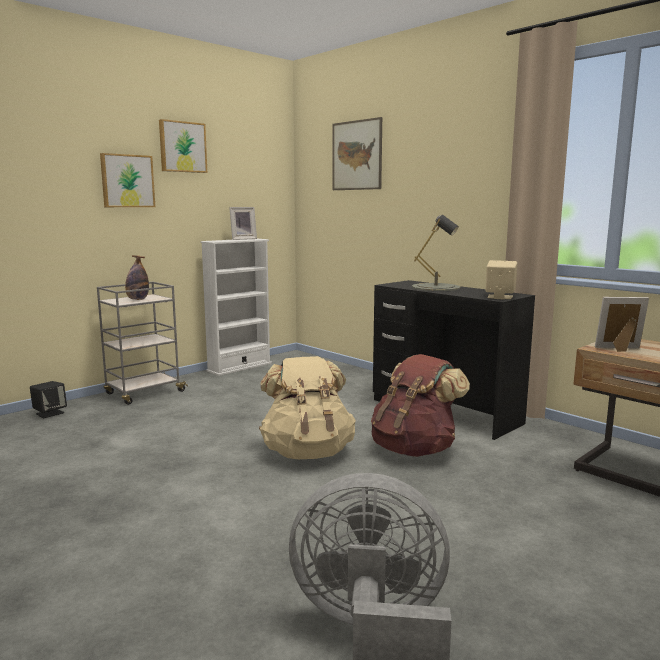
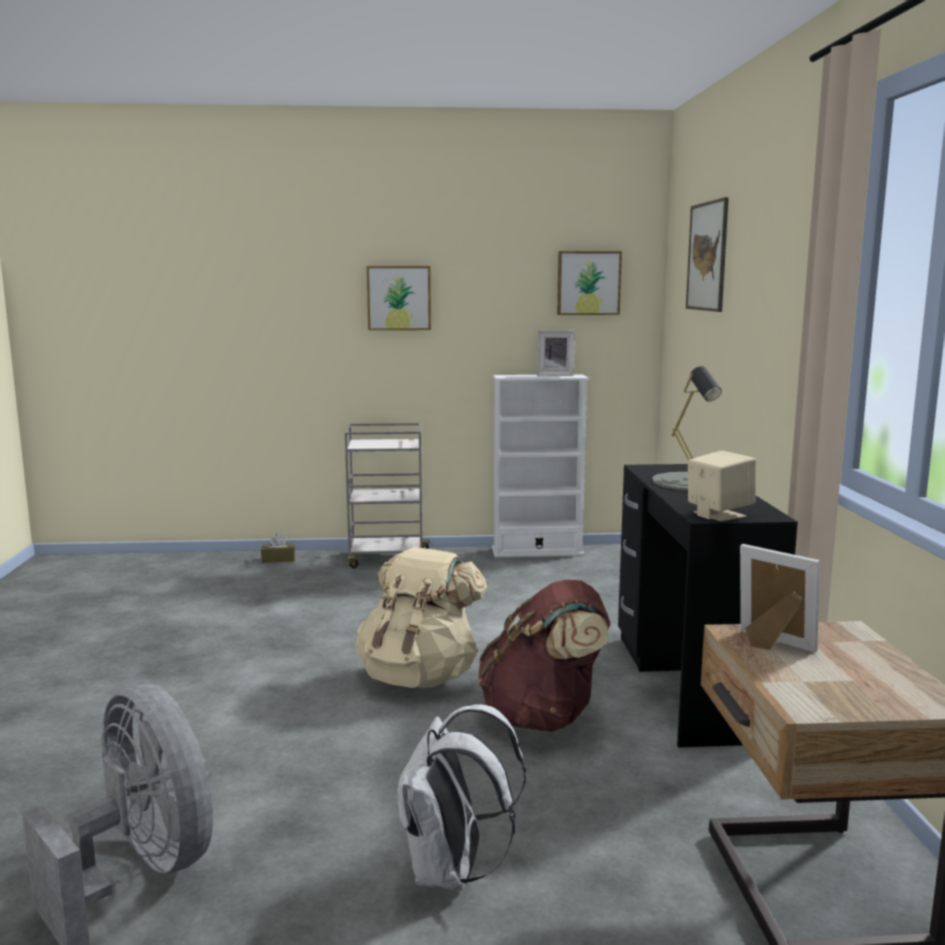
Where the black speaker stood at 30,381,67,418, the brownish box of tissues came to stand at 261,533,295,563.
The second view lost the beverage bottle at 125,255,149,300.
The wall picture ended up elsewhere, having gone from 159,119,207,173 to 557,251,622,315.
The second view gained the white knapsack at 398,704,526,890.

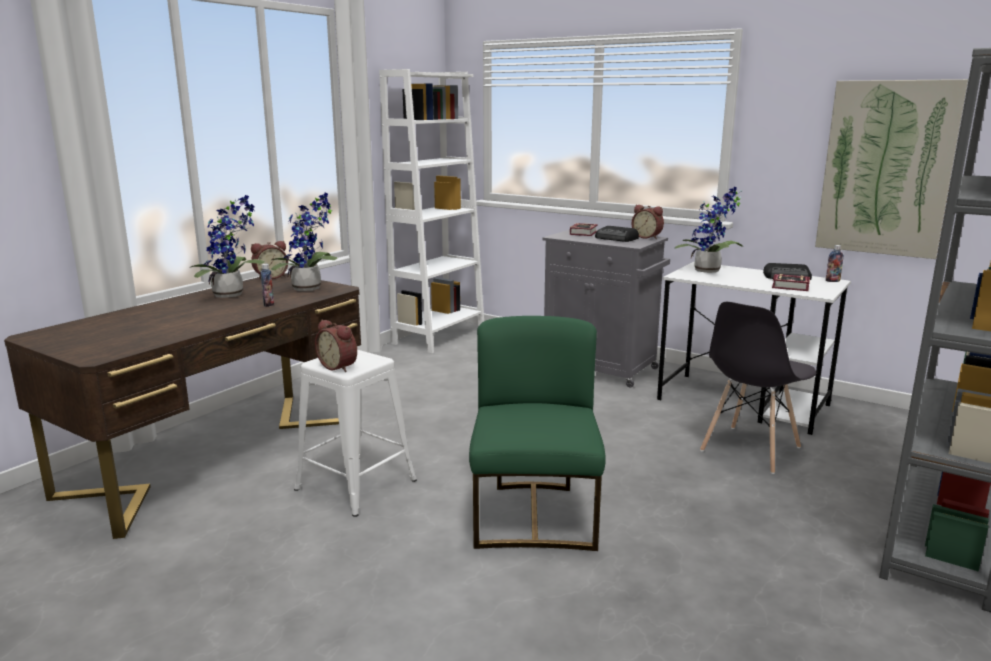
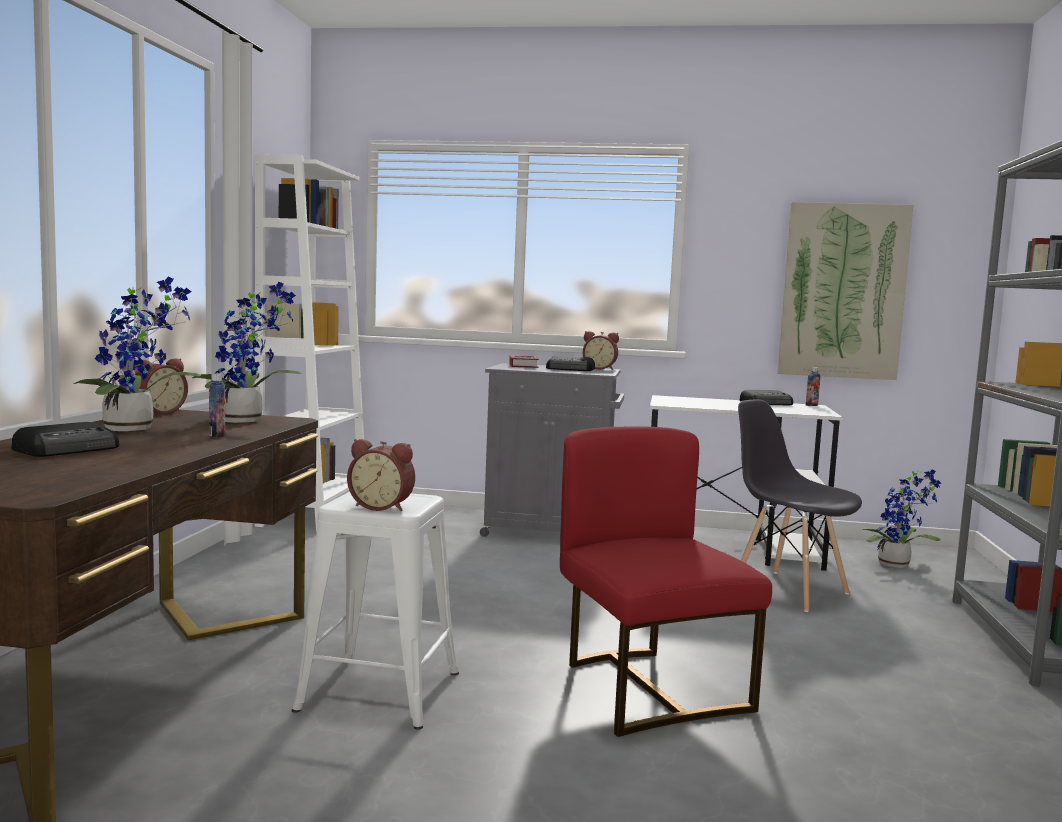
What was the green chair at 469,316,606,551 turned into the red-coloured chair at 560,426,772,737.
The potted plant ended up elsewhere, having gone from 674,186,743,273 to 863,469,941,568.
The gray chair at 700,302,816,474 ended up facing another way, 120 degrees clockwise from before.
The second view lost the book at 772,274,810,291.
The second view gained the radio at 12,422,119,457.

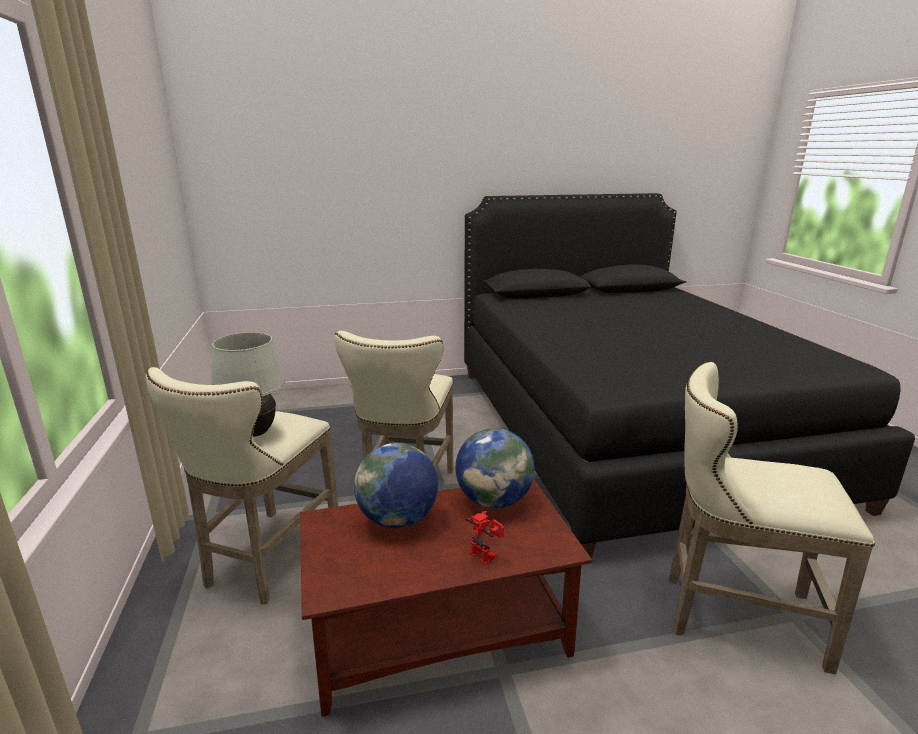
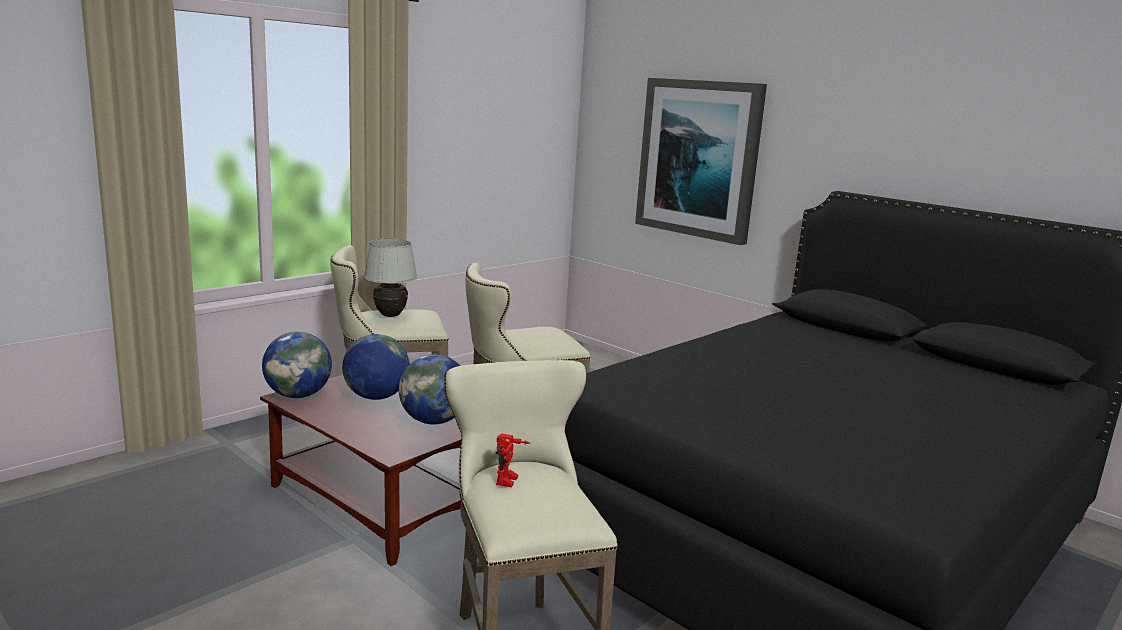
The toy robot ended up elsewhere, having gone from 466,511,504,565 to 496,433,530,488.
The second view gained the globe at 262,332,332,398.
The second view gained the wall picture at 635,78,767,245.

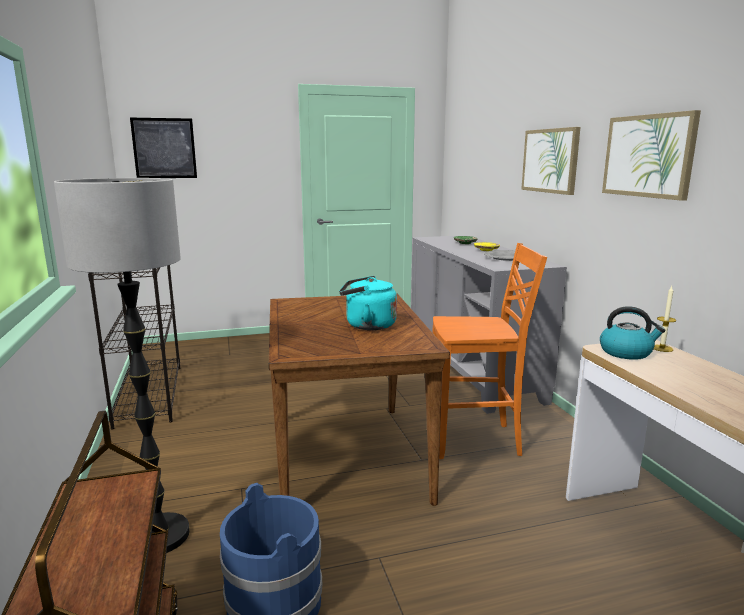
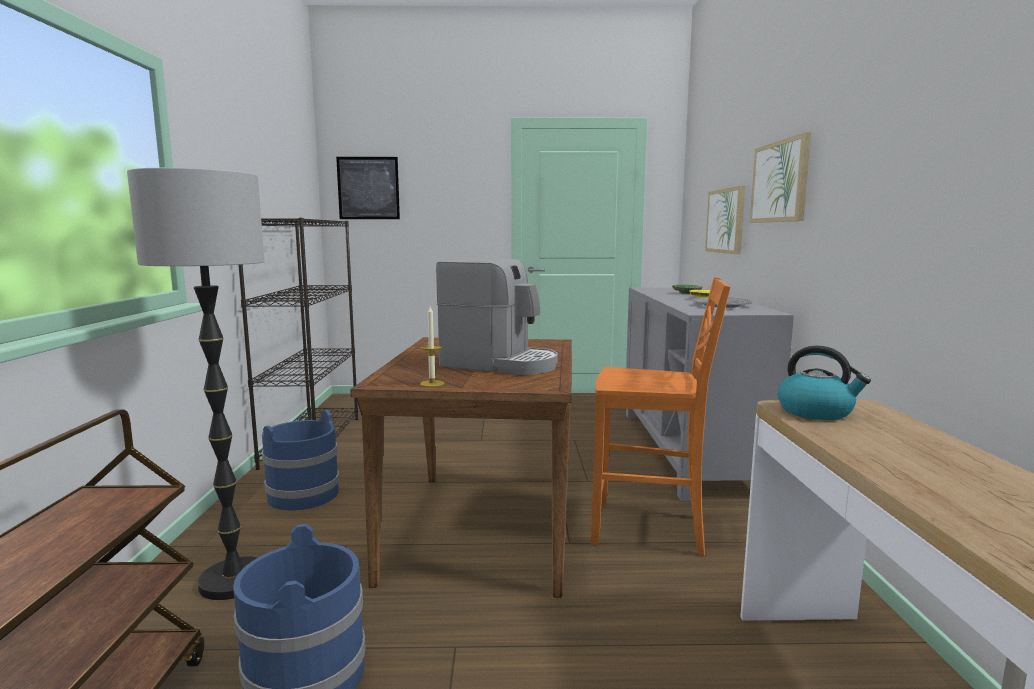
Where the blue-green kettle stood at 339,276,397,330, the coffee machine came to stand at 436,259,558,375.
The wall picture ended up elsewhere, having gone from 602,110,701,201 to 705,186,745,254.
The candle ended up elsewhere, having gone from 654,286,676,352 to 420,307,444,387.
The second view gained the blue pail at 262,410,339,510.

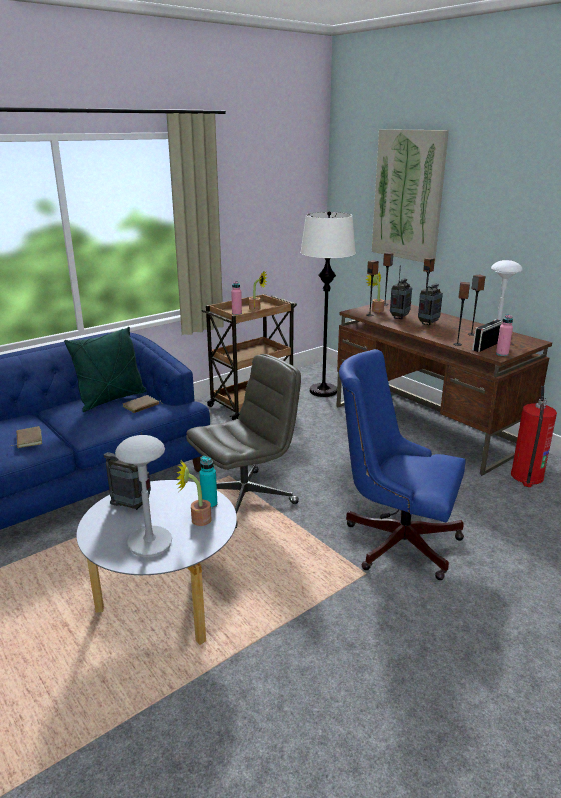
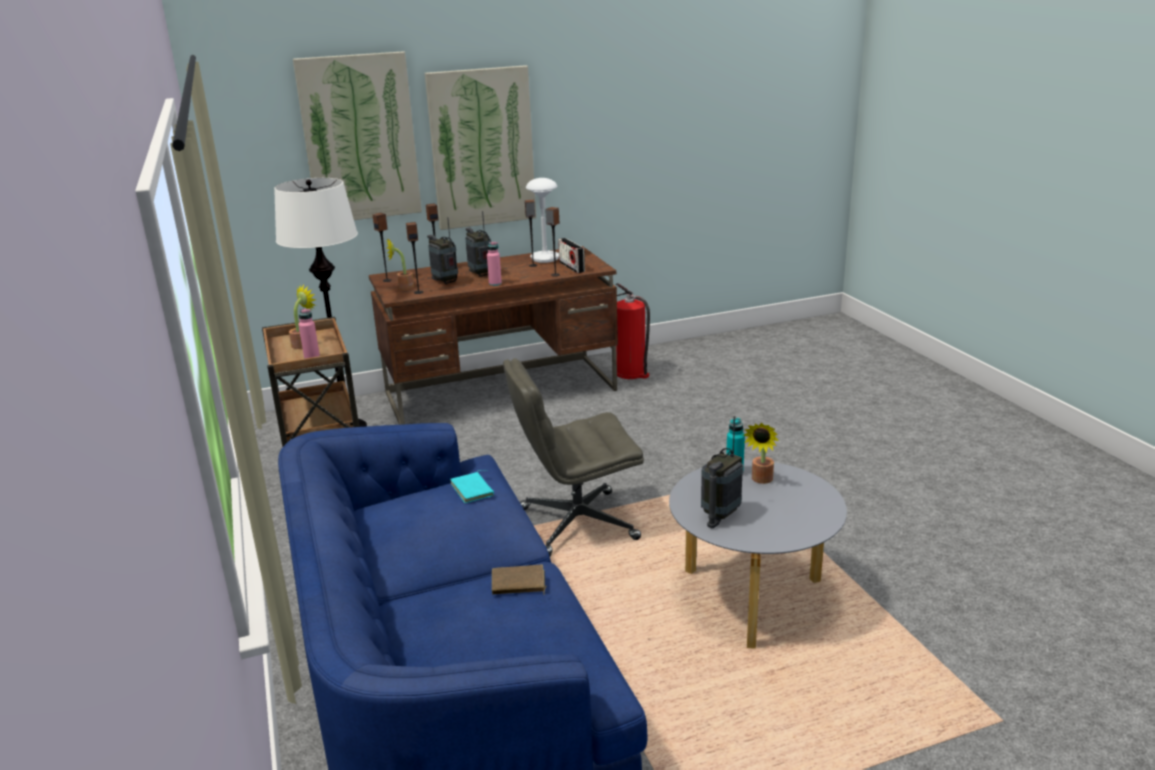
The second view lost the green cushion at 64,327,147,412.
The second view lost the gray lamp for a table at 115,435,172,558.
What was the brownish book at 123,395,163,413 turned into the blue-green book at 450,470,494,503.
The gray office chair at 186,354,301,529 ended up facing another way, 90 degrees counterclockwise from before.
The second view lost the blue office chair at 339,349,466,580.
The pink beverage bottle ended up elsewhere, having gone from 496,315,513,356 to 487,242,502,286.
The second view gained the wall picture at 425,65,536,230.

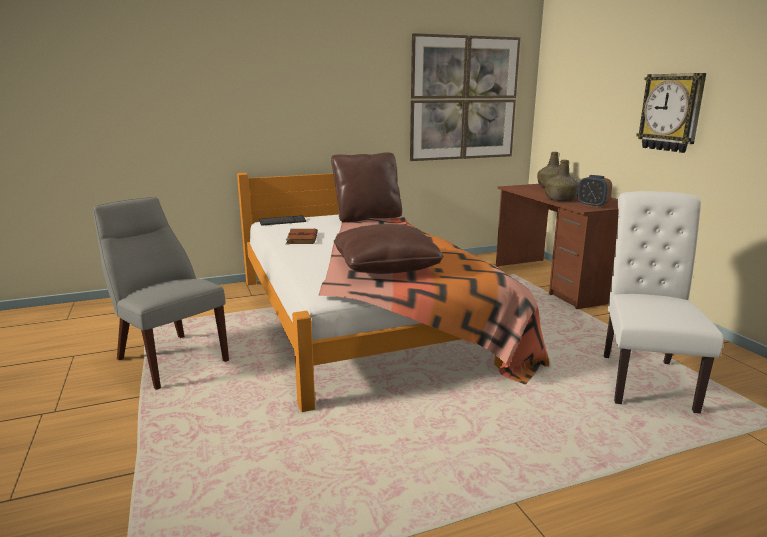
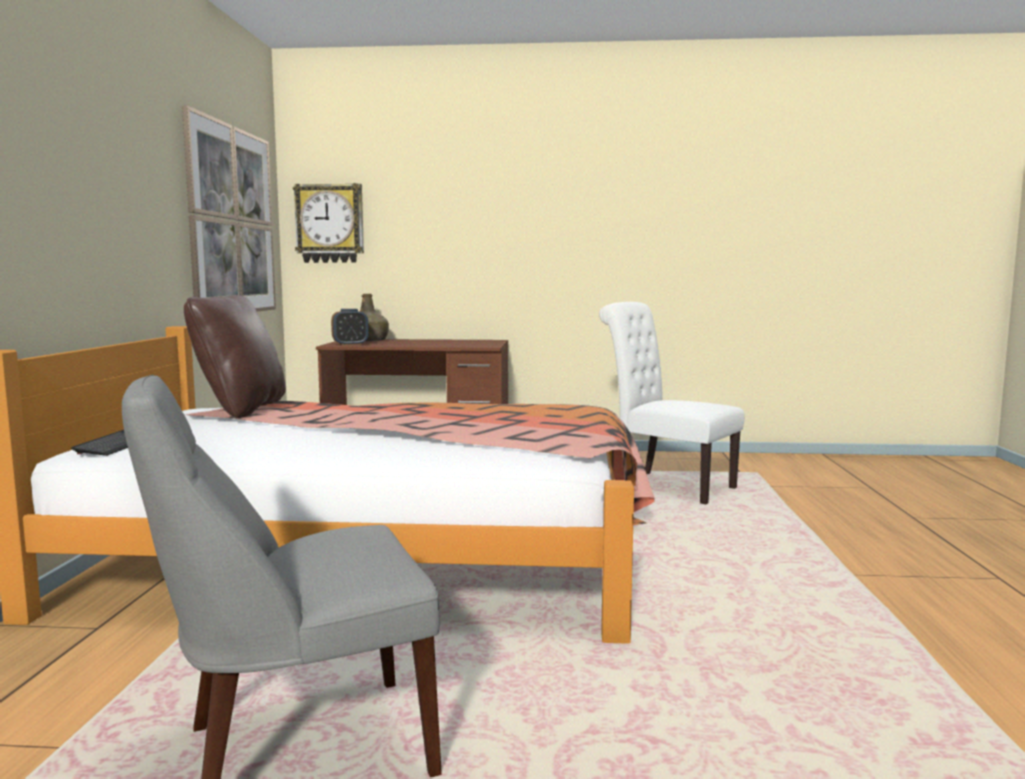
The second view lost the brownish book at 286,229,318,245.
The second view lost the brownish cushion at 334,224,444,274.
The second view lost the green beverage bottle at 545,160,579,201.
The table clock ended up elsewhere, having gone from 578,175,612,208 to 331,309,369,346.
The clock on the wall ended up elsewhere, having gone from 636,73,706,153 to 293,183,364,263.

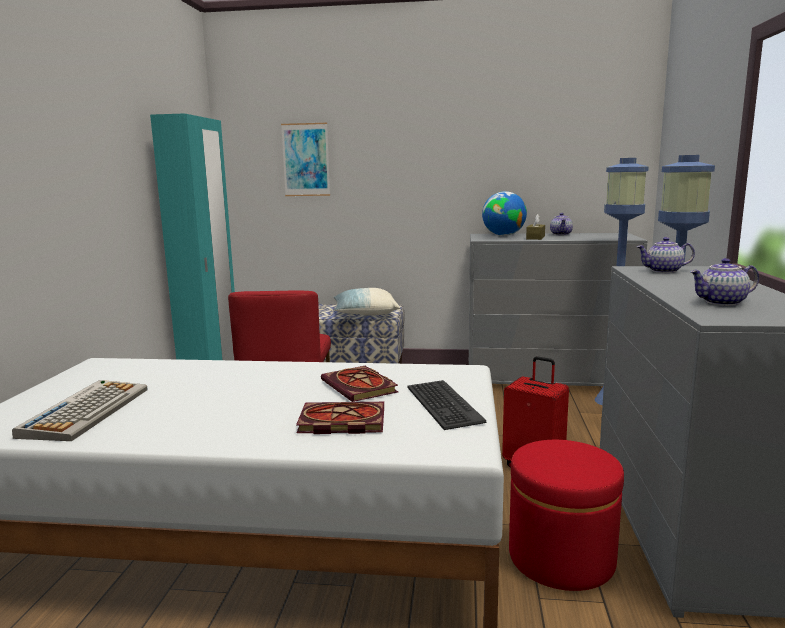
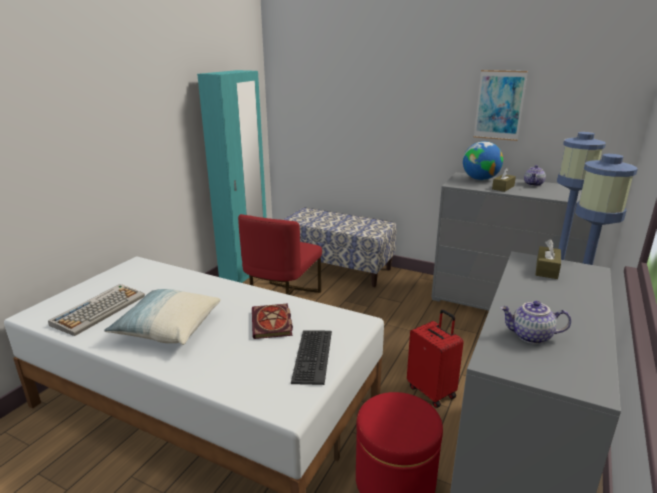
The wall picture ended up elsewhere, having gone from 281,123,330,196 to 474,70,528,141.
The second view lost the book at 296,402,384,434.
The cushion ended up elsewhere, having gone from 333,288,400,316 to 104,289,221,345.
Where the teapot stood at 637,237,695,273, the brownish box of tissues came to stand at 535,239,561,279.

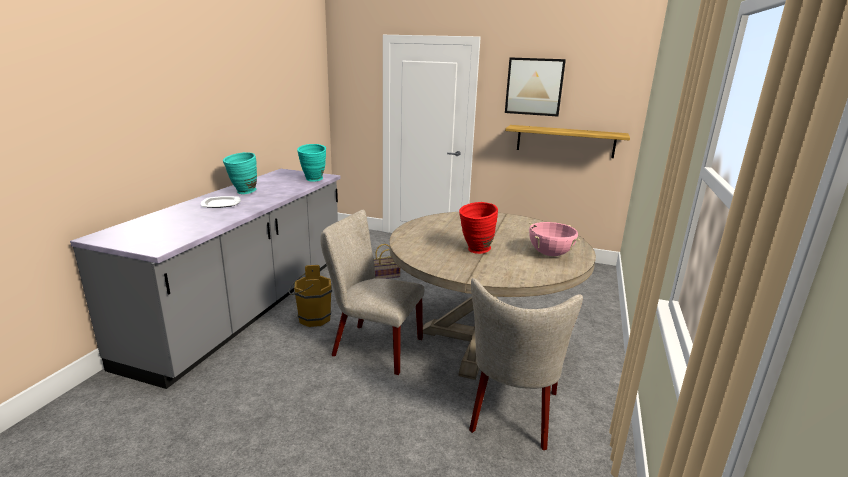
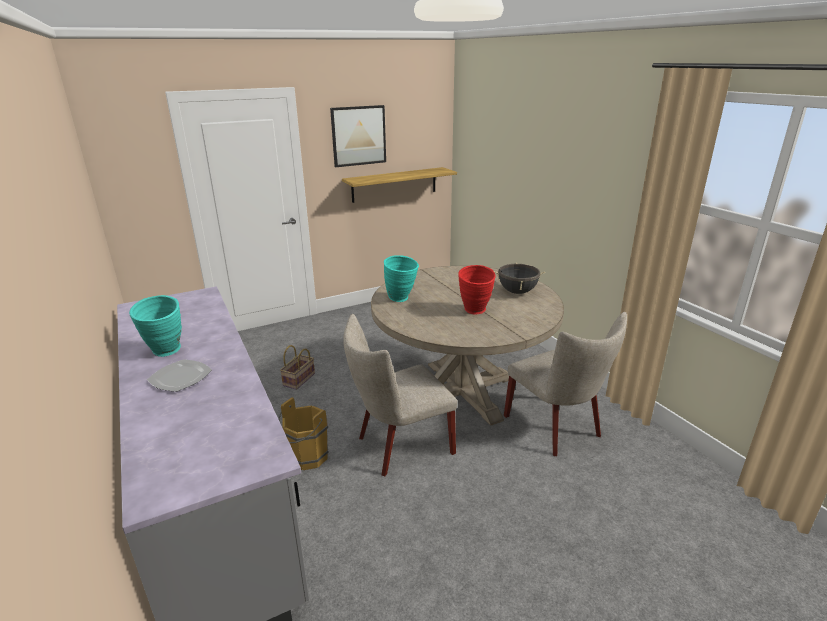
The blue-green decorative vase ended up elsewhere, having gone from 297,144,326,182 to 384,255,419,302.
What was the pink stockpot at 529,222,580,256 turned into the black stockpot at 494,262,545,294.

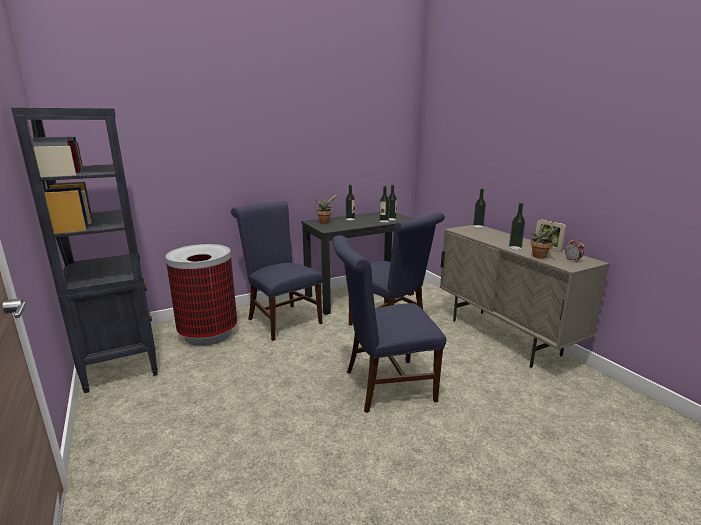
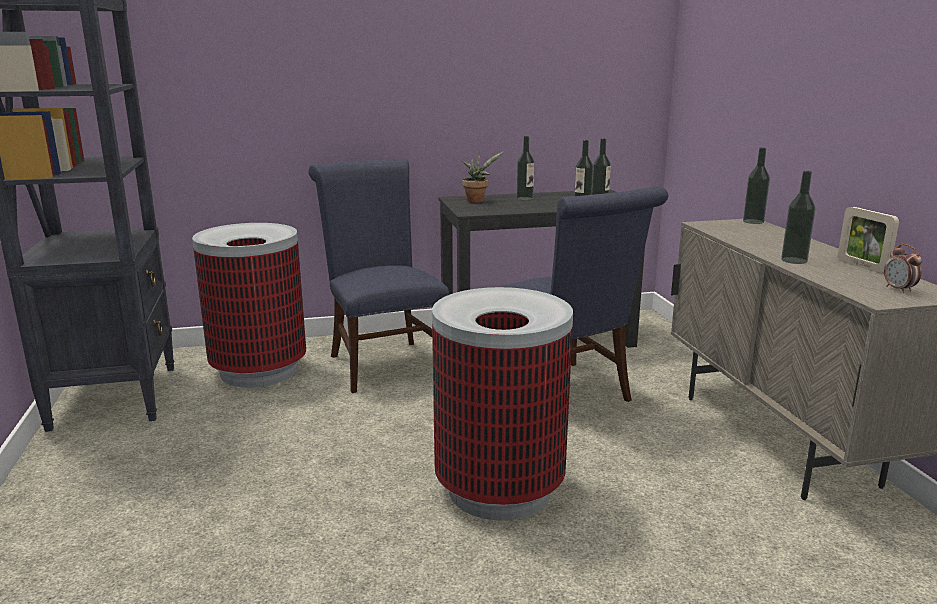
Where the blue chair stood at 332,235,446,413, the waste bin came to stand at 432,287,573,520.
The second view lost the potted plant at 531,222,559,259.

